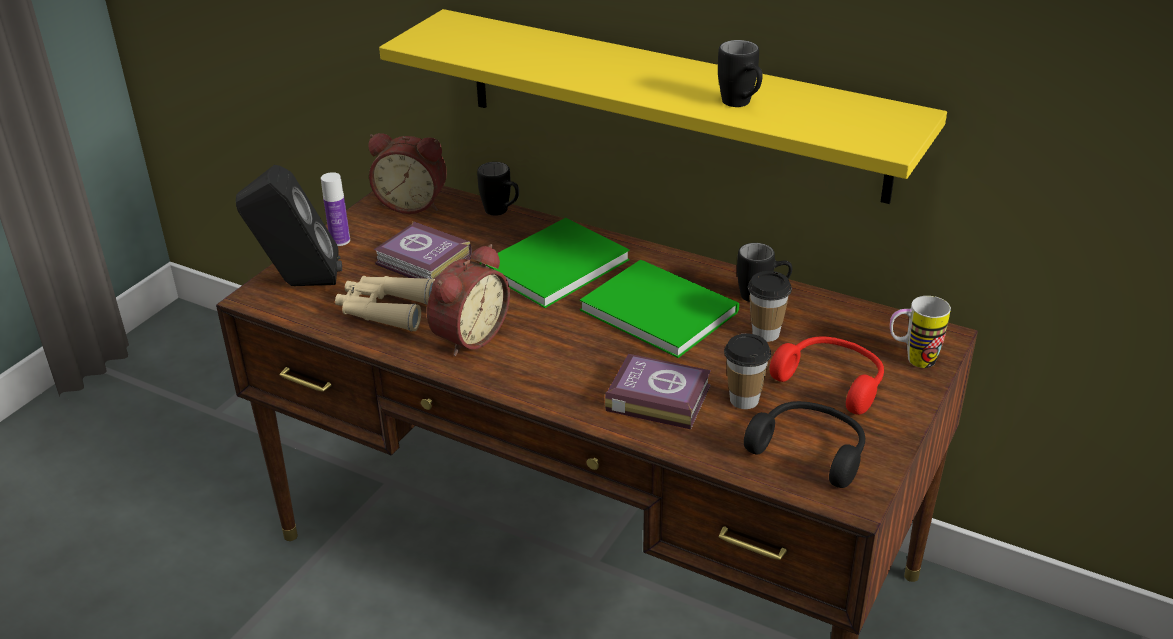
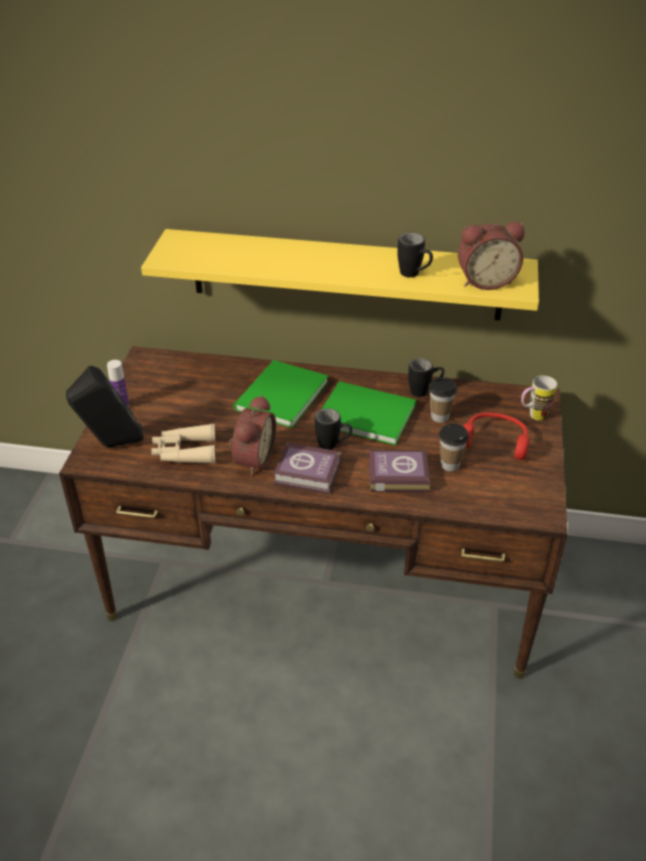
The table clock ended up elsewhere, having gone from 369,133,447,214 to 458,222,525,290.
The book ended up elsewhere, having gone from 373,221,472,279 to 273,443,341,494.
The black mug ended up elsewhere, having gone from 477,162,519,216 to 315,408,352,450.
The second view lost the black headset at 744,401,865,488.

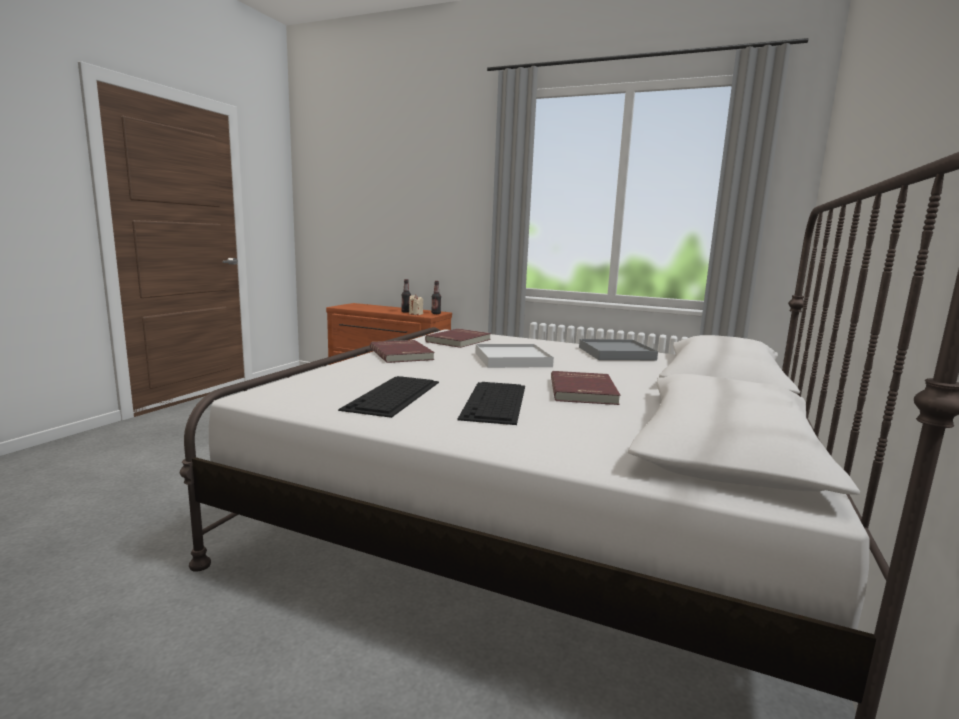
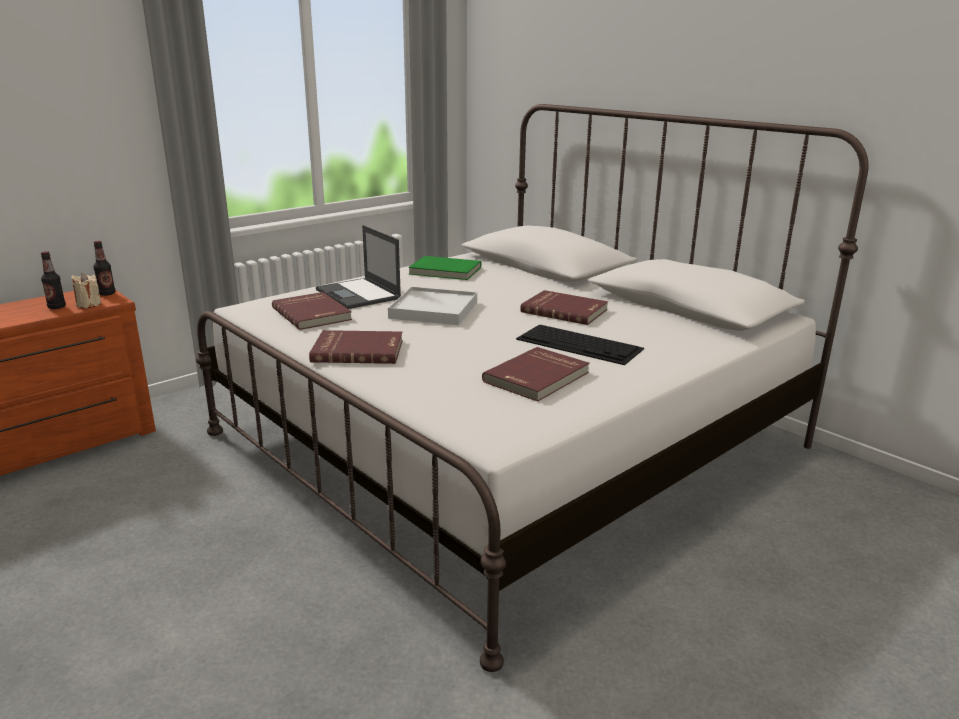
Where the computer keyboard stood at 338,376,439,418, the red-coloured book came to stand at 482,347,590,402.
Where the gray carrying tray stood at 579,339,658,360, the green book came to stand at 408,256,481,280.
The second view gained the laptop at 316,225,401,309.

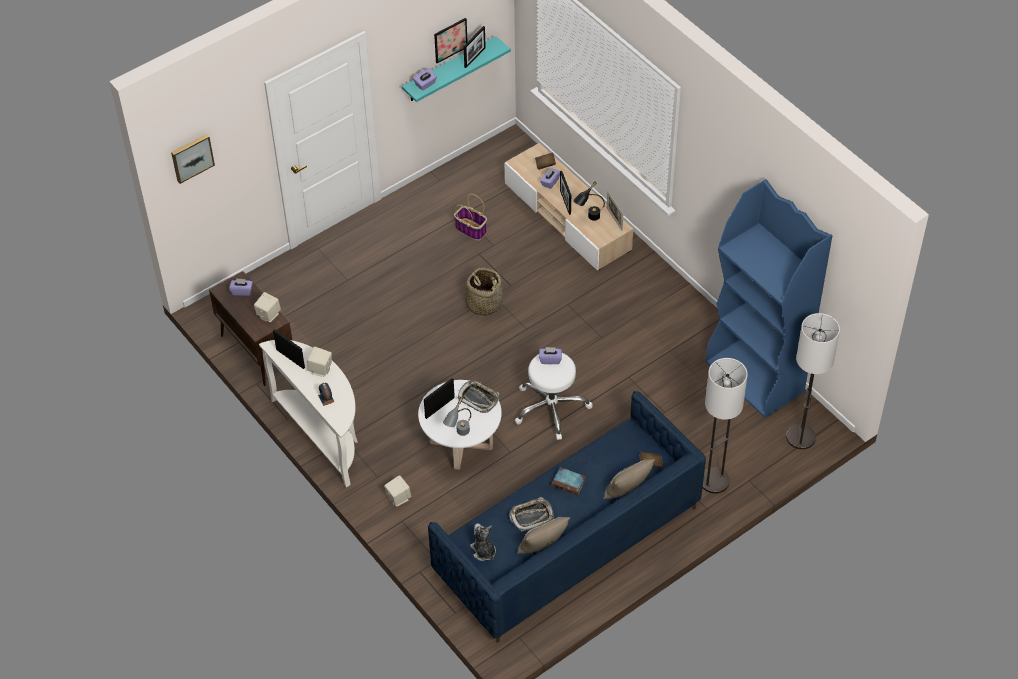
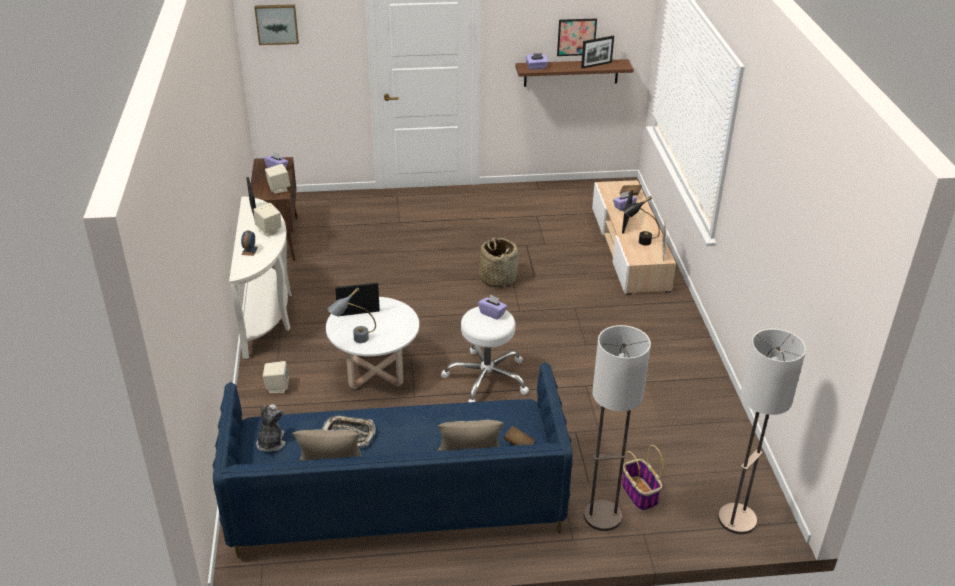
What was the blue-green bracket shelf at 402,36,511,102 turned into the brownish bracket shelf at 515,59,634,87.
The basket ended up elsewhere, having gone from 454,194,487,240 to 621,445,664,511.
The second view lost the carrying tray at 457,380,499,413.
The second view lost the book at 552,467,586,496.
The second view lost the blue bookcase at 706,179,832,418.

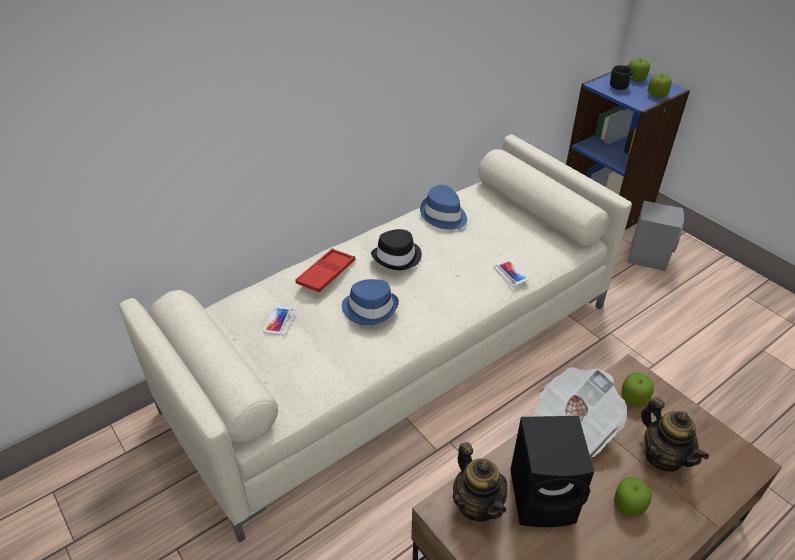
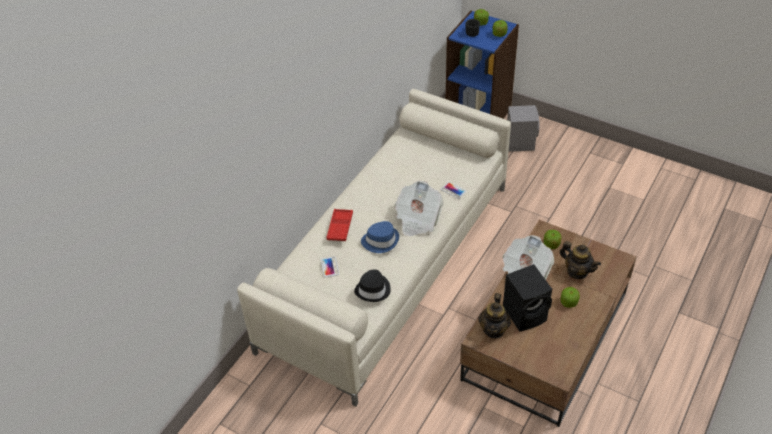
The black wearable hat ended up elsewhere, having gone from 371,229,422,270 to 354,270,391,302.
The second view lost the blue wearable hat at 420,185,467,230.
The teapot at 453,442,508,522 ended up facing another way, 60 degrees clockwise from before.
The second view gained the printed paper at 395,181,444,236.

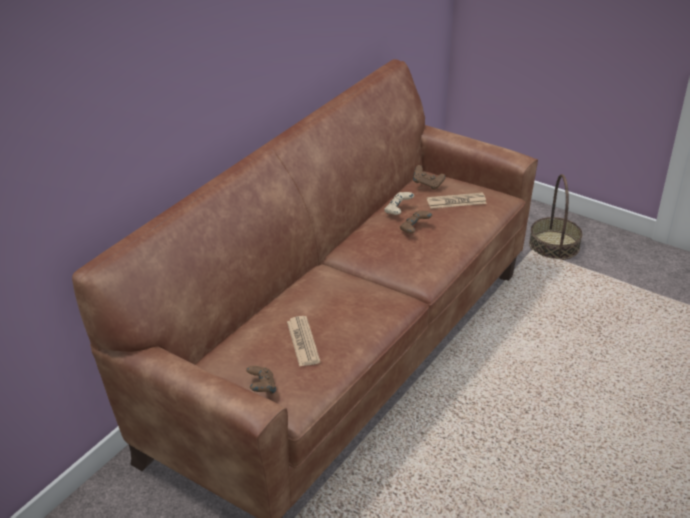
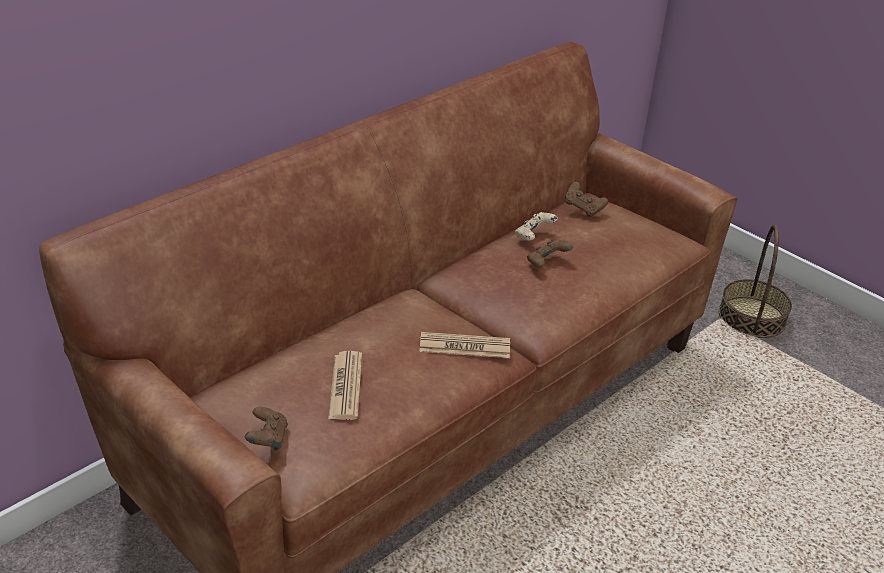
The printed paper ended up elsewhere, having gone from 427,193,487,209 to 419,332,510,358.

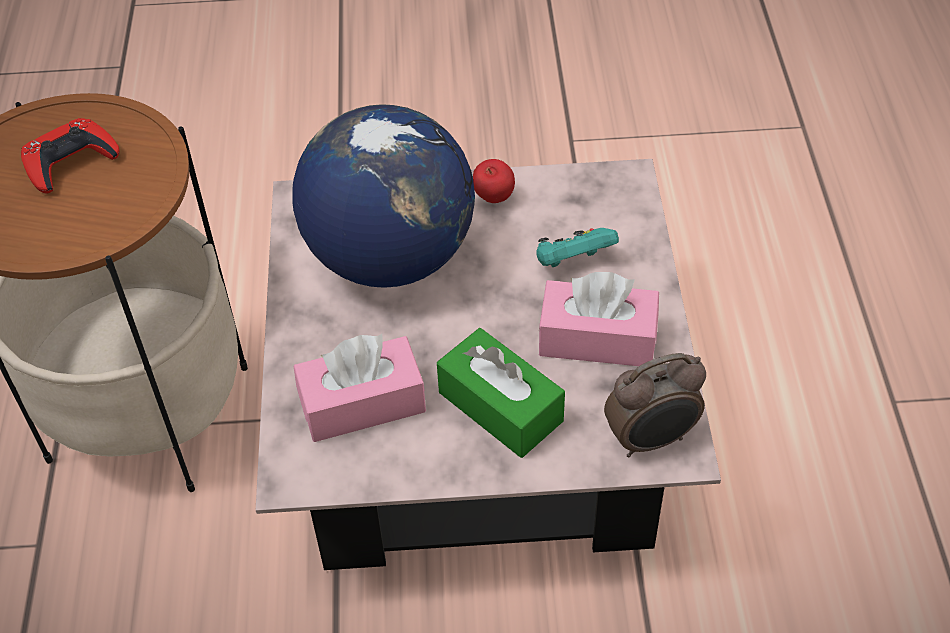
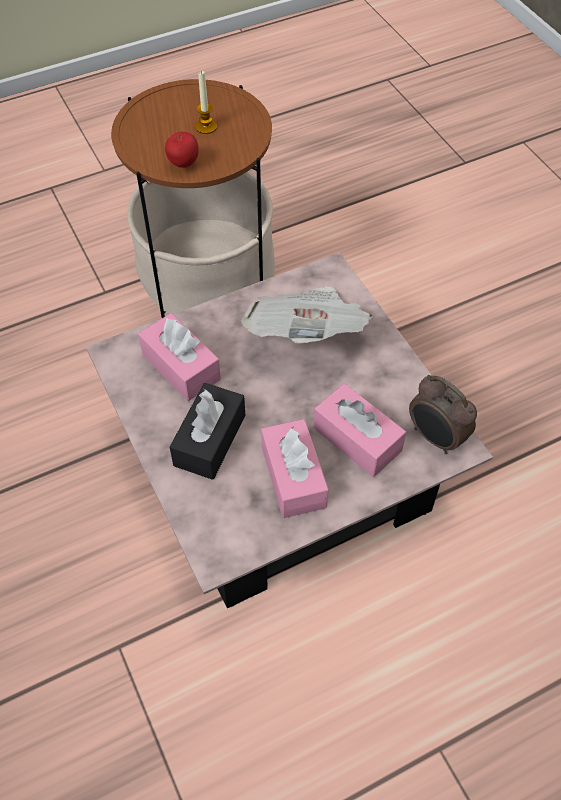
Where the red-coloured game controller stood at 21,118,119,194, the candle came to stand at 195,70,217,134.
Where the globe stood at 293,104,475,288, the printed paper came to stand at 241,286,373,343.
What was the green box of tissues at 437,328,565,458 turned into the black box of tissues at 170,383,245,480.
The whole apple ended up elsewhere, having gone from 473,159,515,203 to 165,132,199,168.
Where the blue-green game controller stood at 536,228,619,267, the pink box of tissues came to stand at 314,383,406,477.
The table clock ended up elsewhere, having gone from 604,353,706,458 to 409,375,477,454.

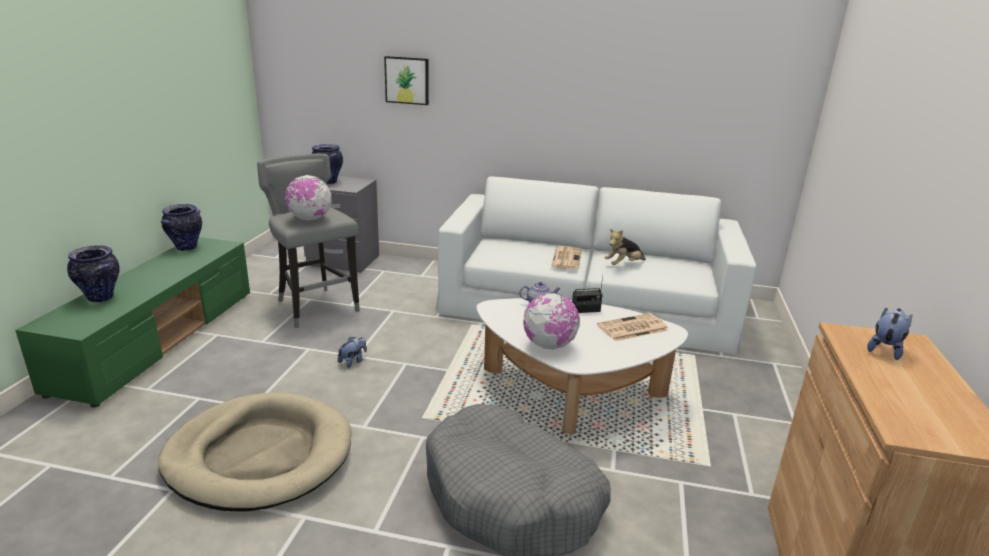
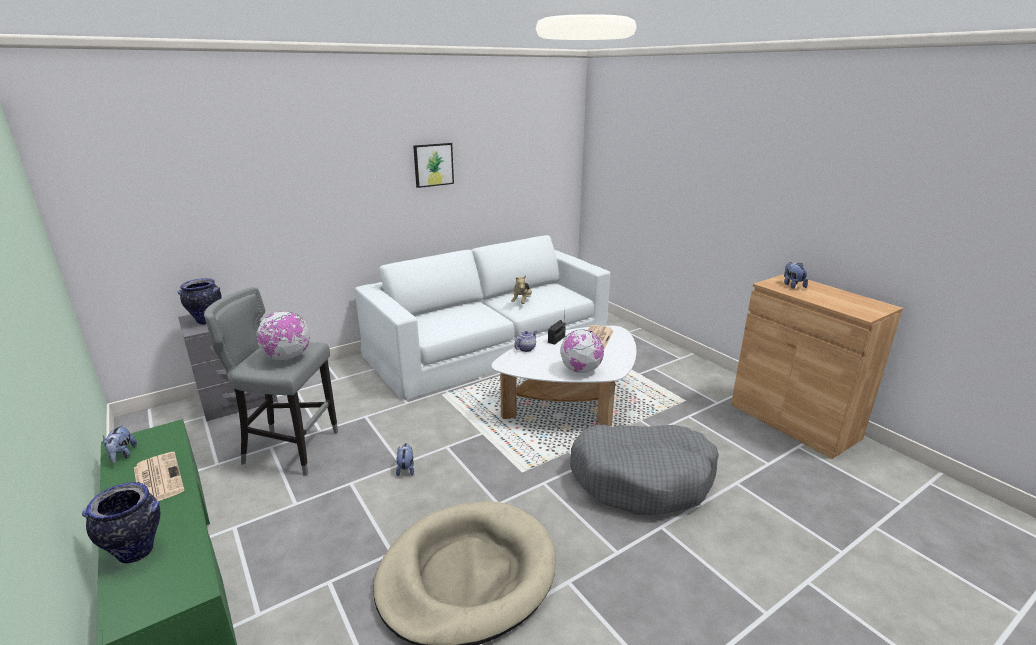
Where the decorative vase stood at 161,204,202,251, the plush toy came to stand at 103,424,137,463.
The wall picture ended up elsewhere, having gone from 384,56,429,105 to 413,143,454,188.
The printed paper ended up elsewhere, having gone from 551,246,581,270 to 134,452,184,501.

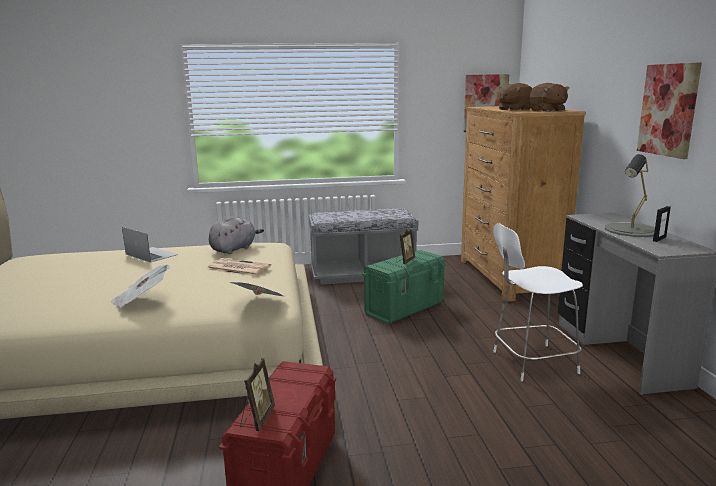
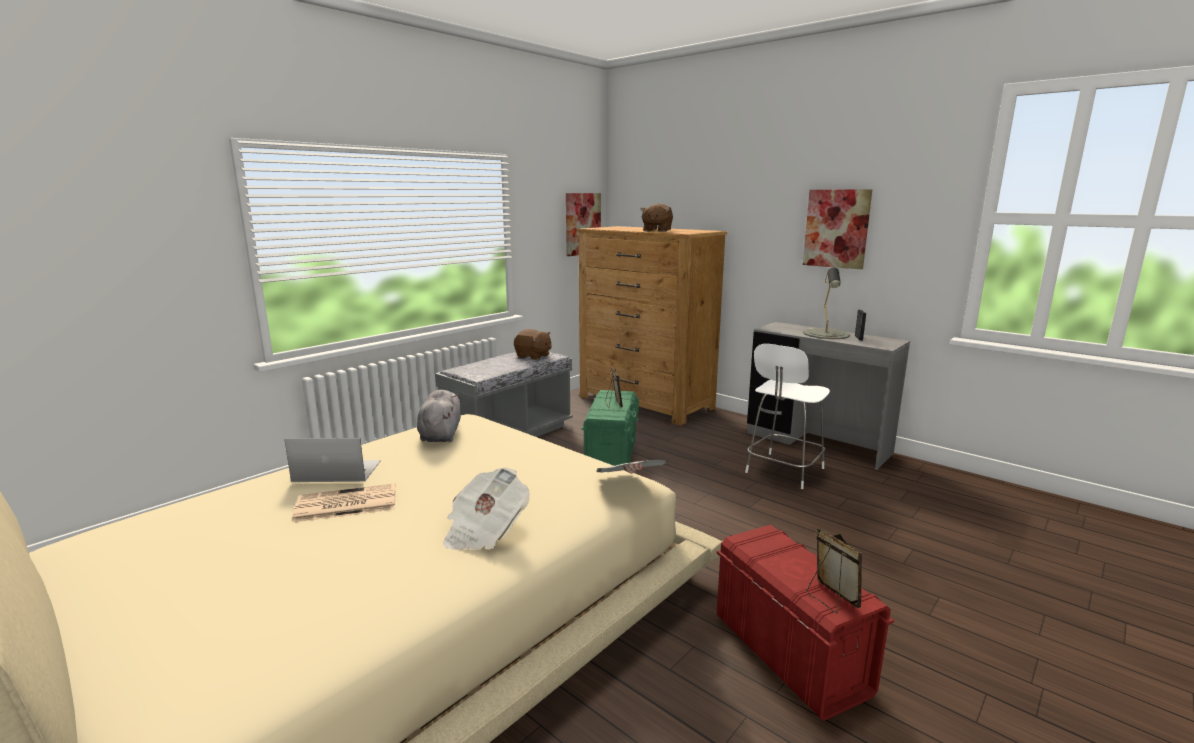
The printed paper ended up elsewhere, having gone from 206,258,271,276 to 292,483,396,523.
The brownish plush toy ended up elsewhere, having gone from 530,83,569,112 to 514,329,552,360.

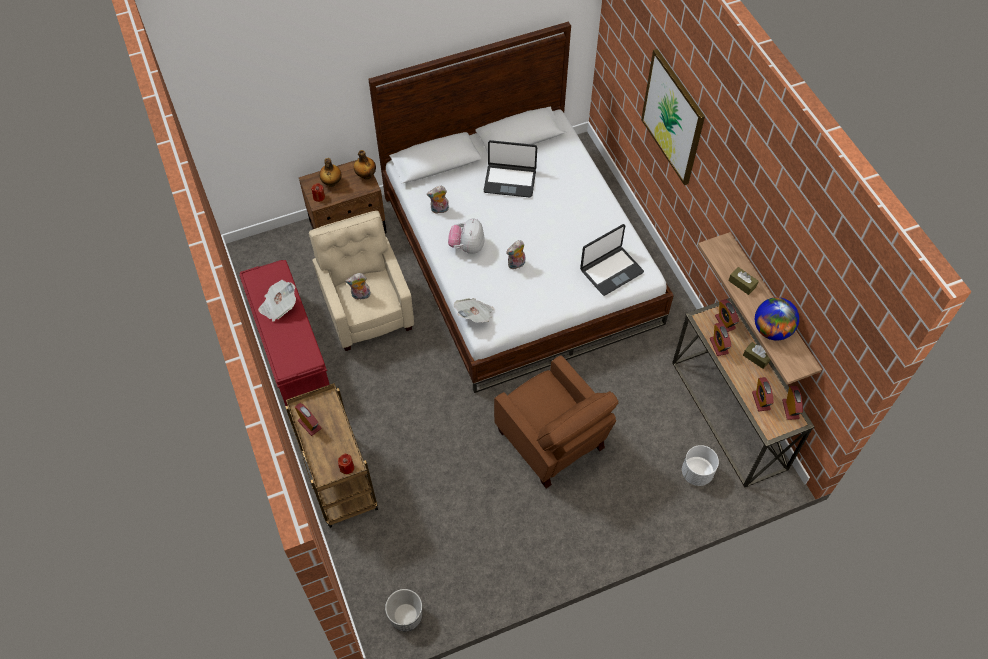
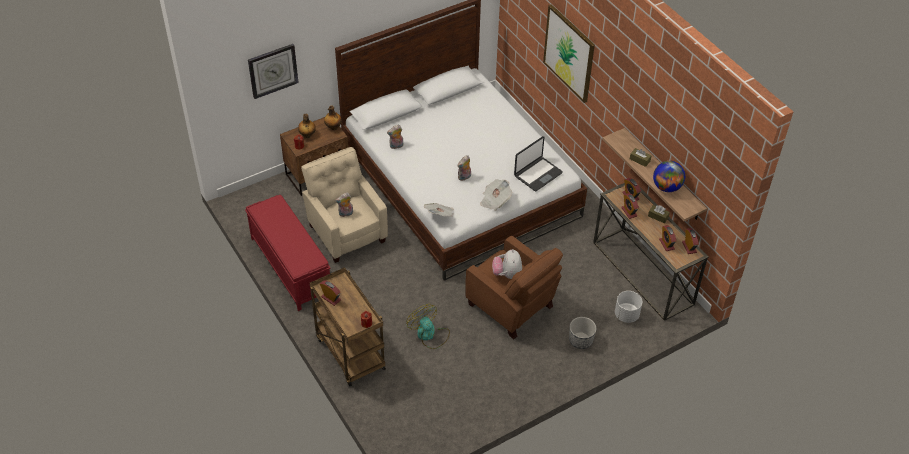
The printed paper ended up elsewhere, having gone from 258,280,296,322 to 480,179,512,211.
The planter ended up elsewhere, having gone from 385,589,422,631 to 569,317,596,349.
The plush toy ended up elsewhere, having gone from 448,218,485,254 to 492,249,522,279.
The second view lost the laptop at 484,140,537,198.
The second view gained the clock on the wall at 248,44,299,99.
The second view gained the electric fan at 406,304,450,349.

